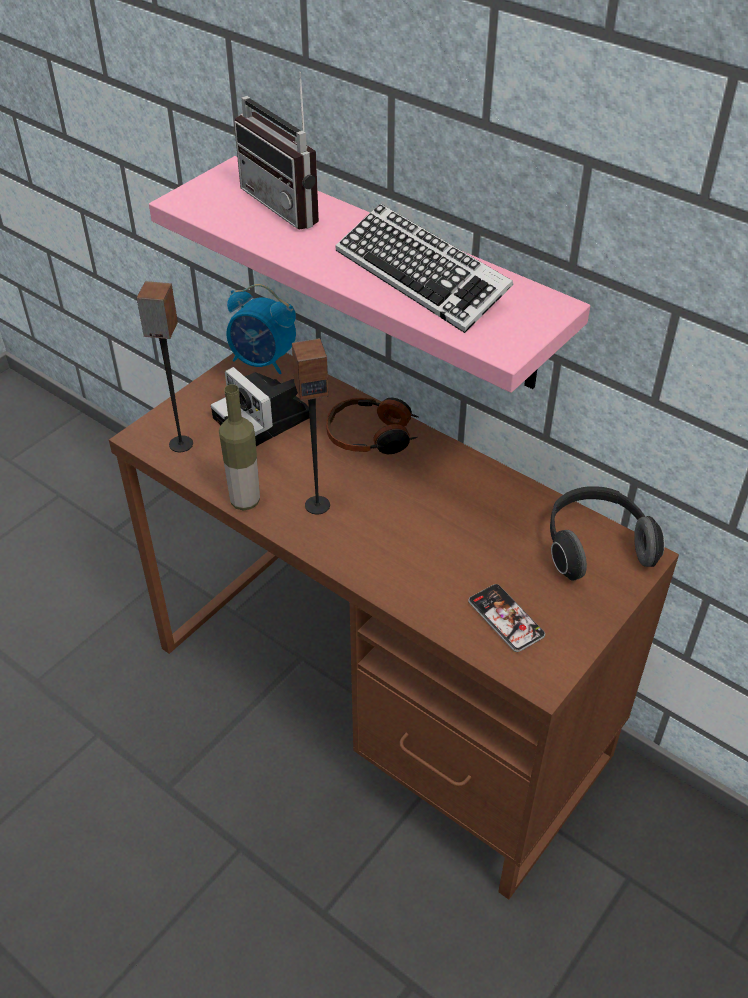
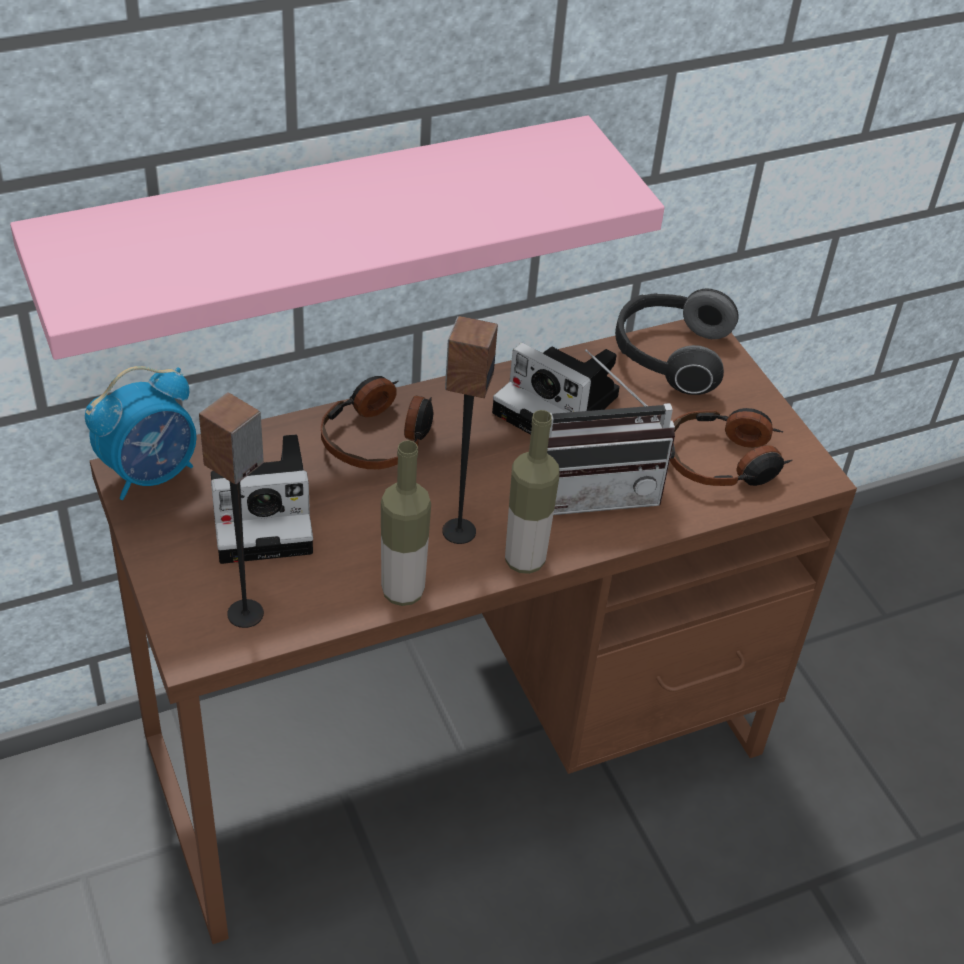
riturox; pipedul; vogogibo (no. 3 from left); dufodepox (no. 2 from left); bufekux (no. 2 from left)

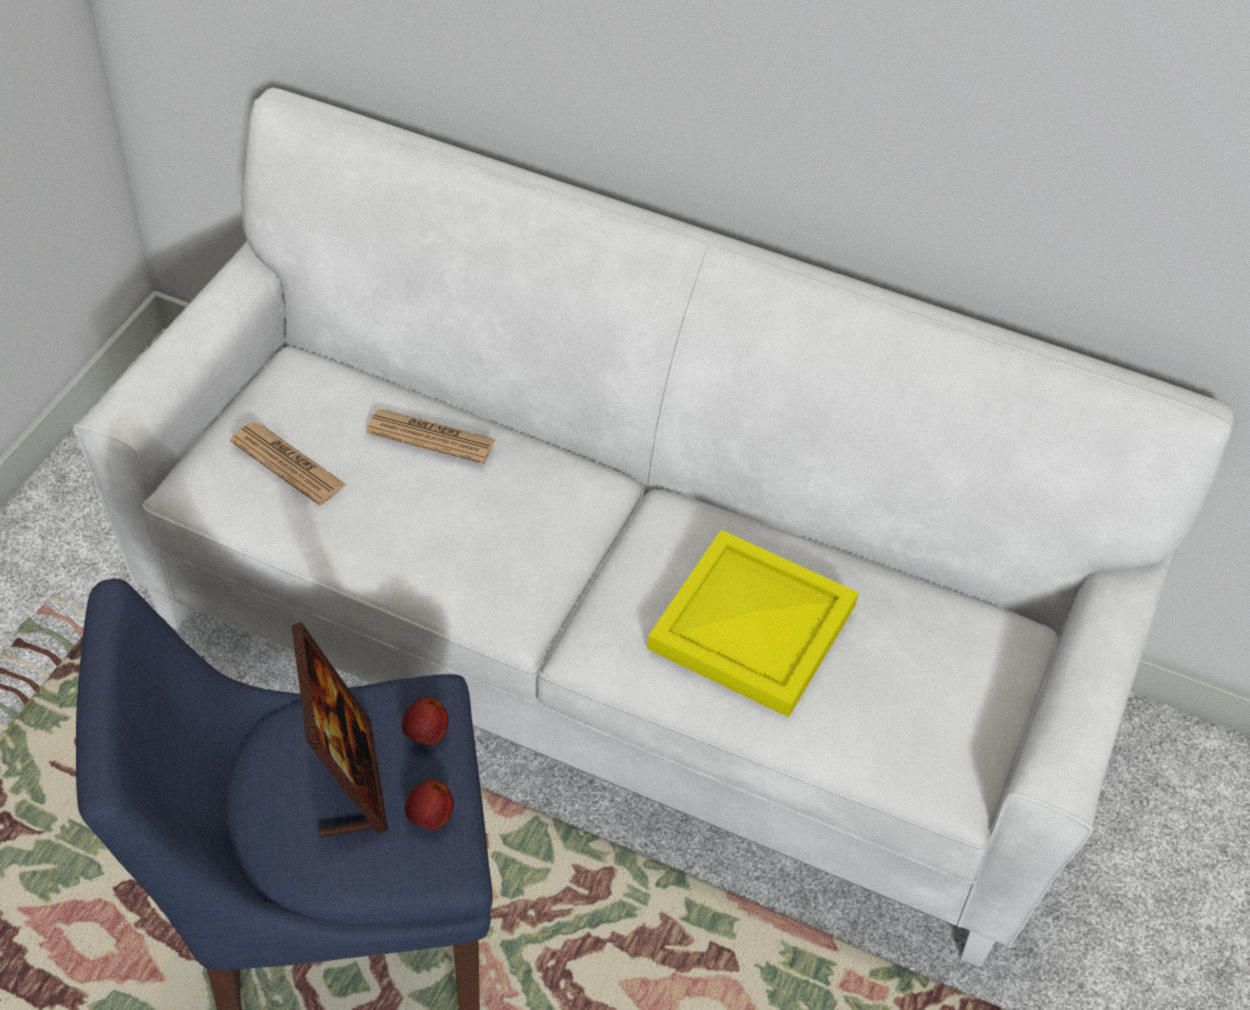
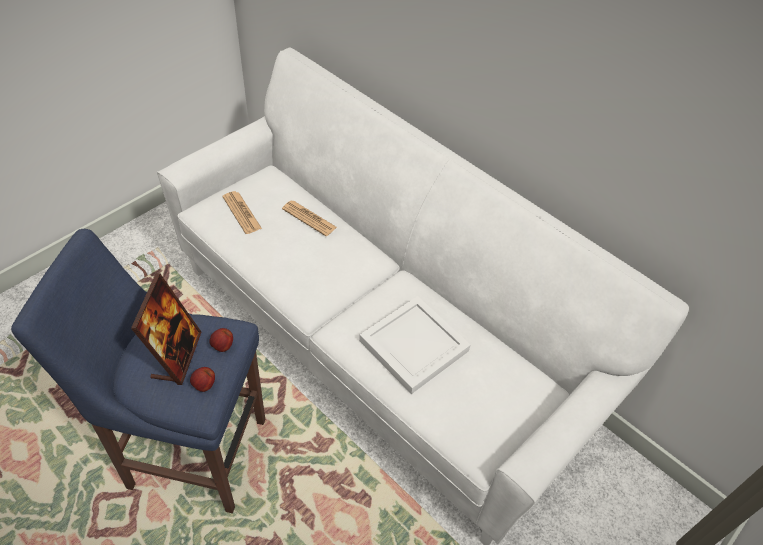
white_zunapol

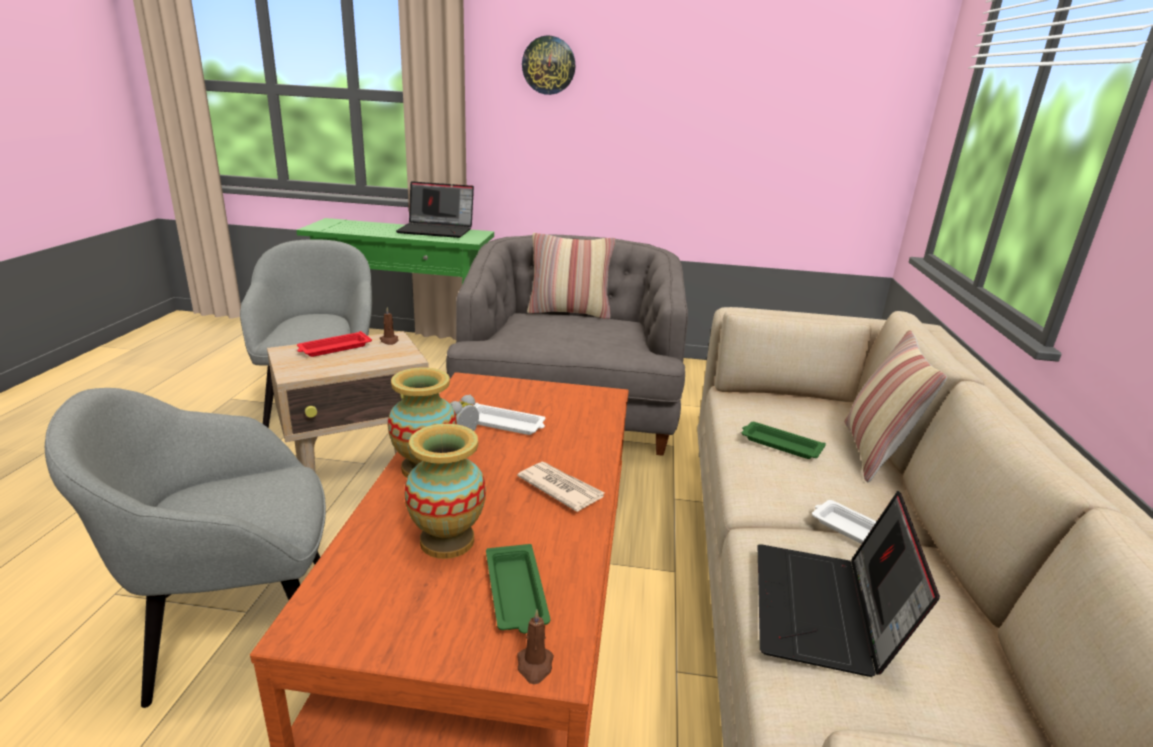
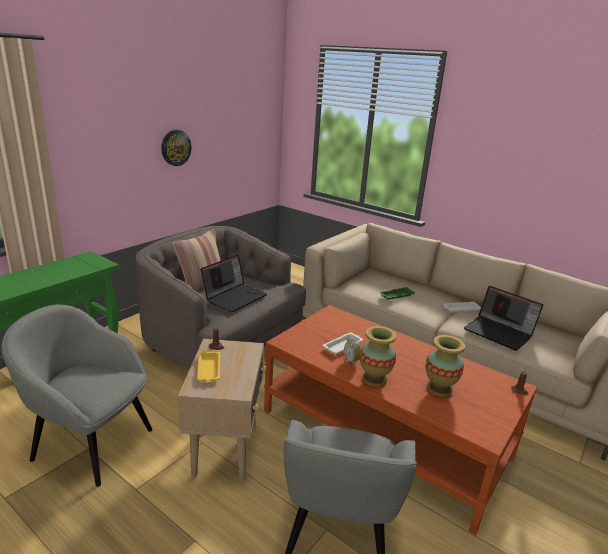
yellow_zunapol; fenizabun (no. 1 from left); green_zunapol (no. 1 from left in the first image); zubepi; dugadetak; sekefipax (no. 2 from left in the first image)

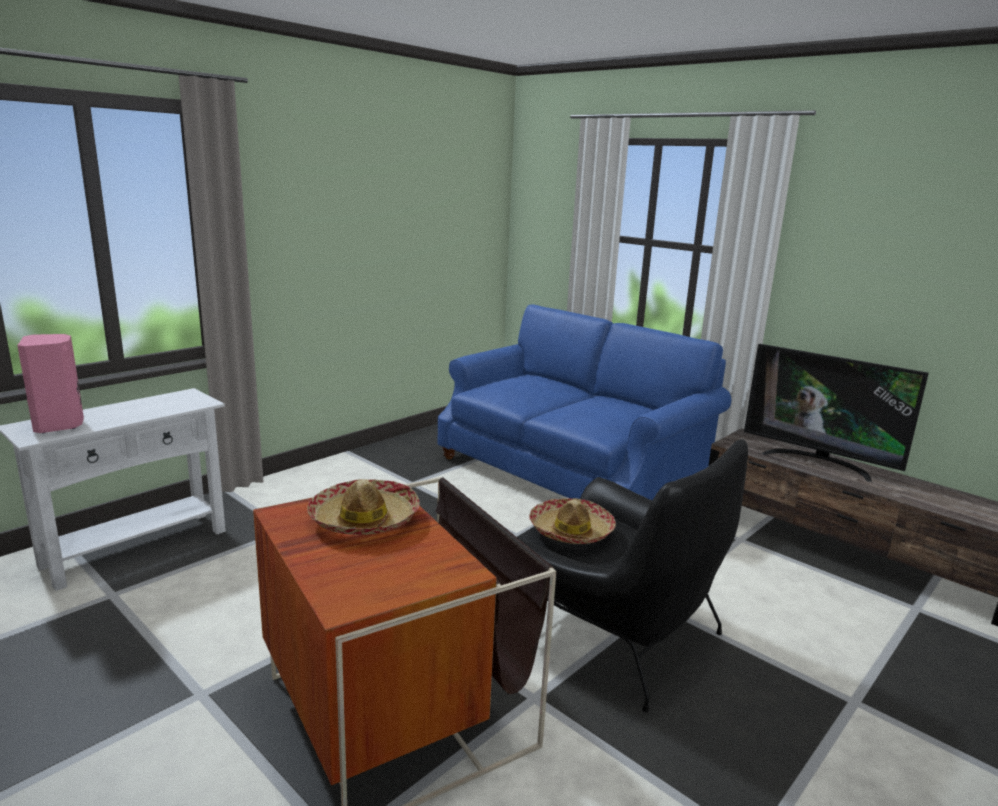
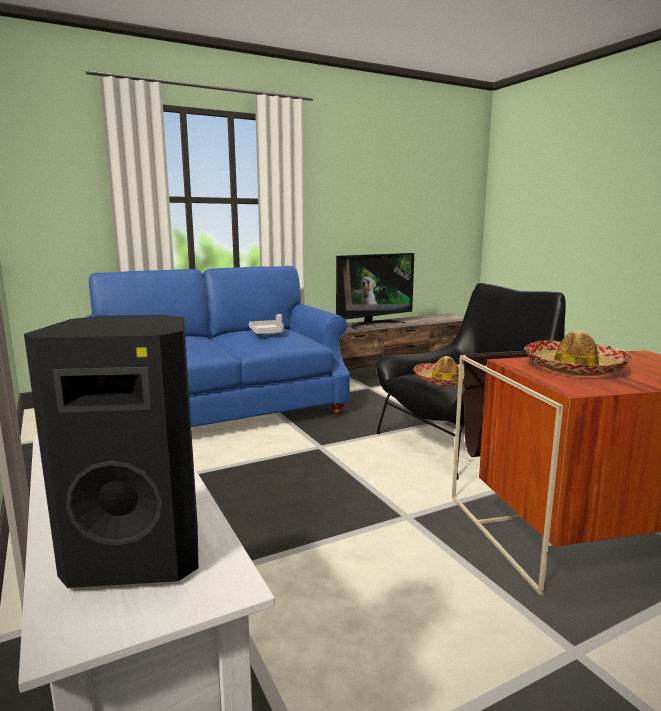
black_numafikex; grey_zunapol

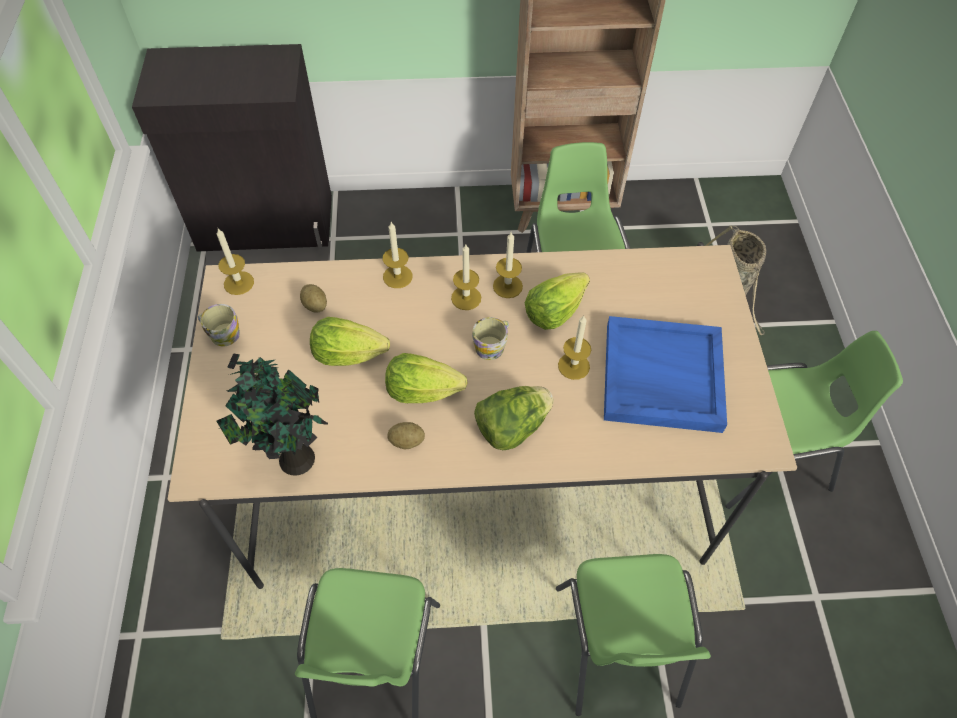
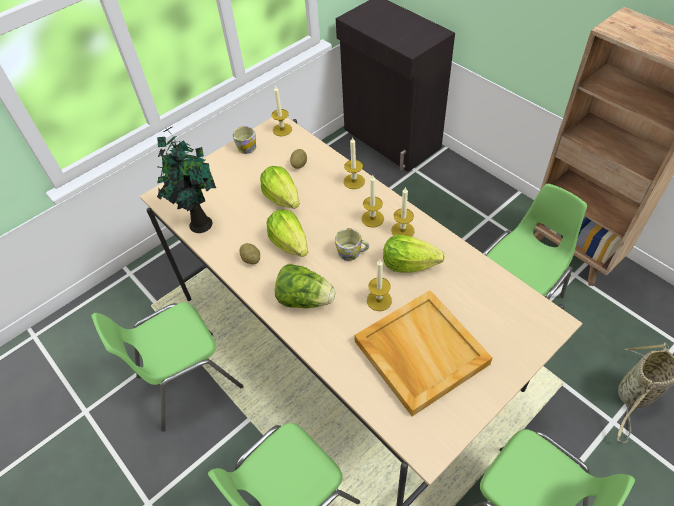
beige_zunapol

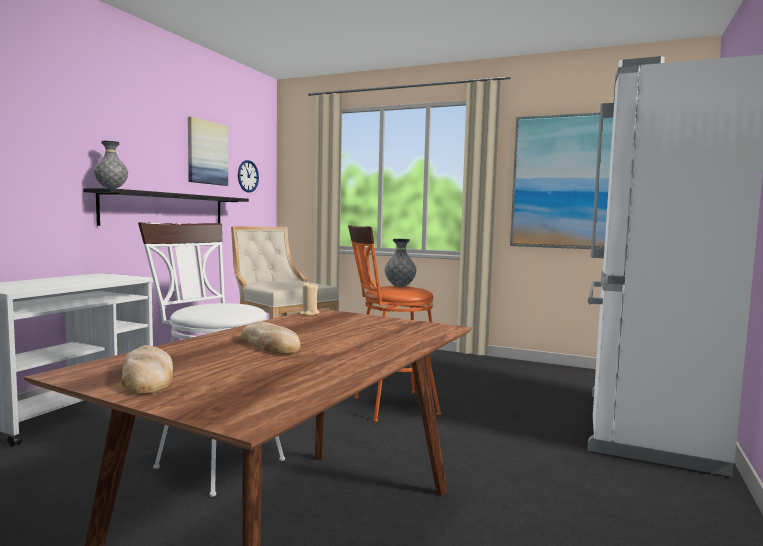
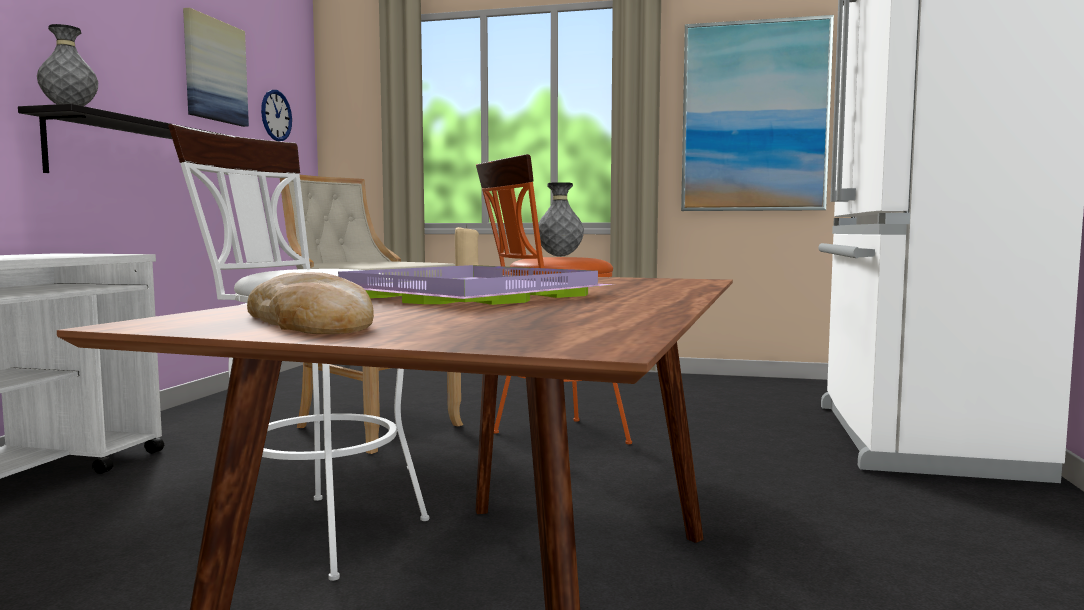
purple_zunapol

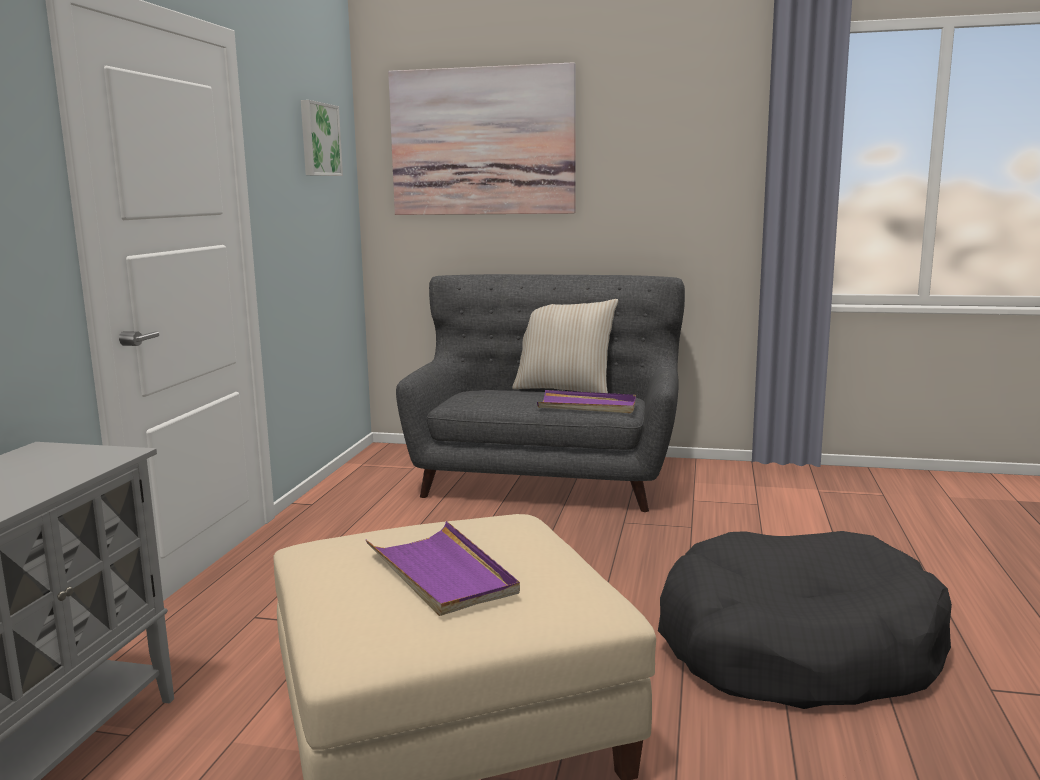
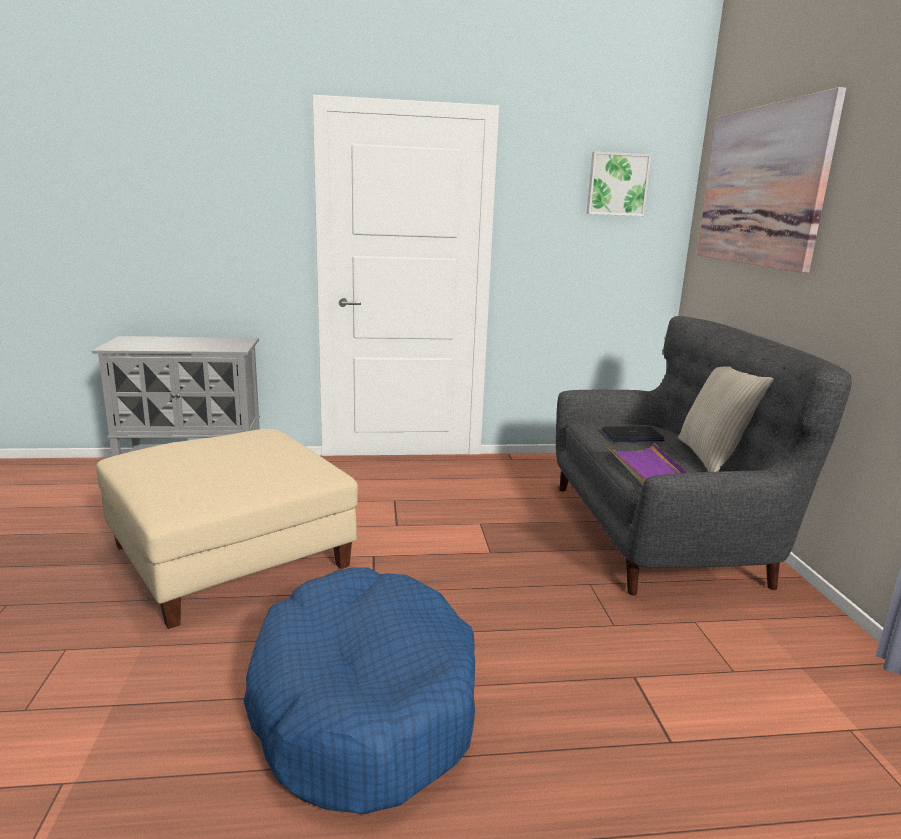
purple_zunapol (no. 1 from left in the first image); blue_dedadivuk; fenizabun

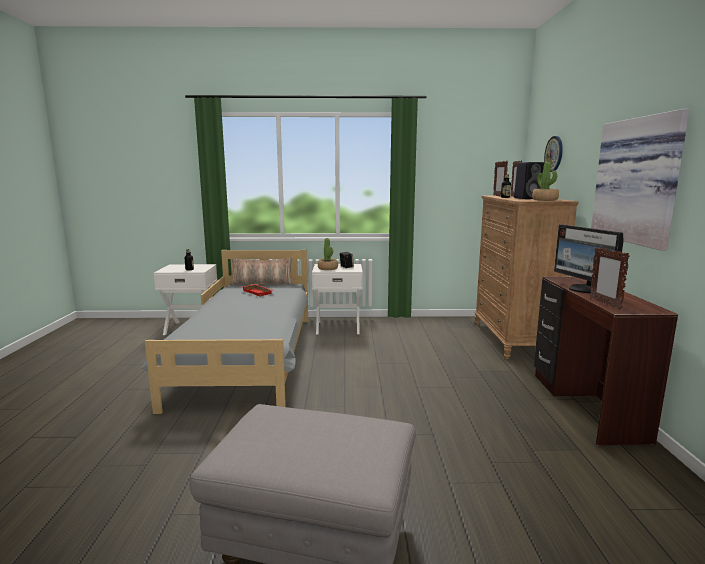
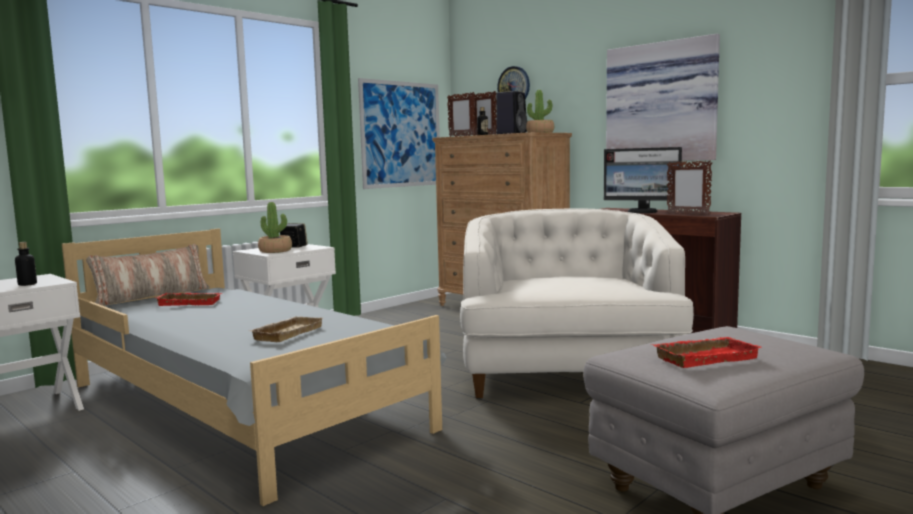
beige_zunapol; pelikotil (no. 1 from left); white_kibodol; red_zunapol (no. 2 from left)

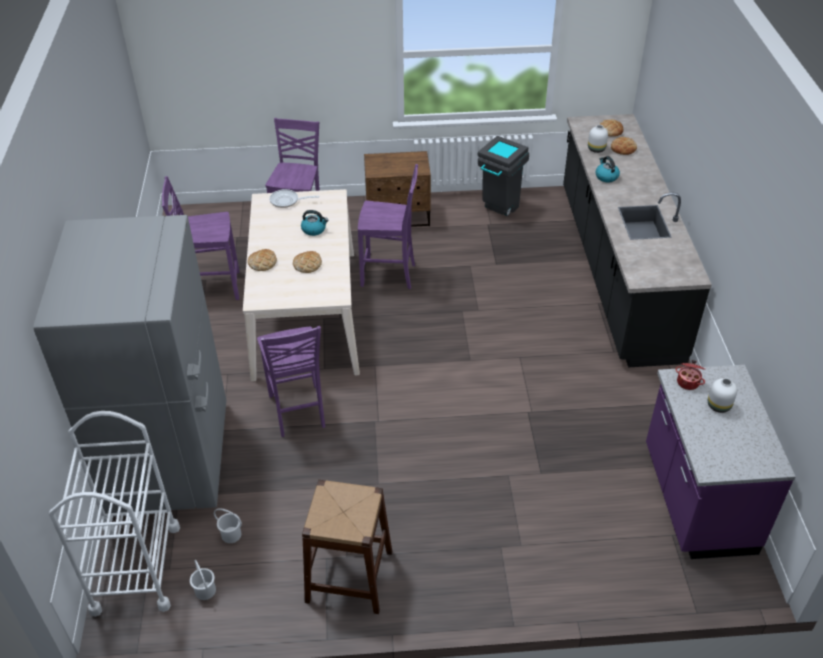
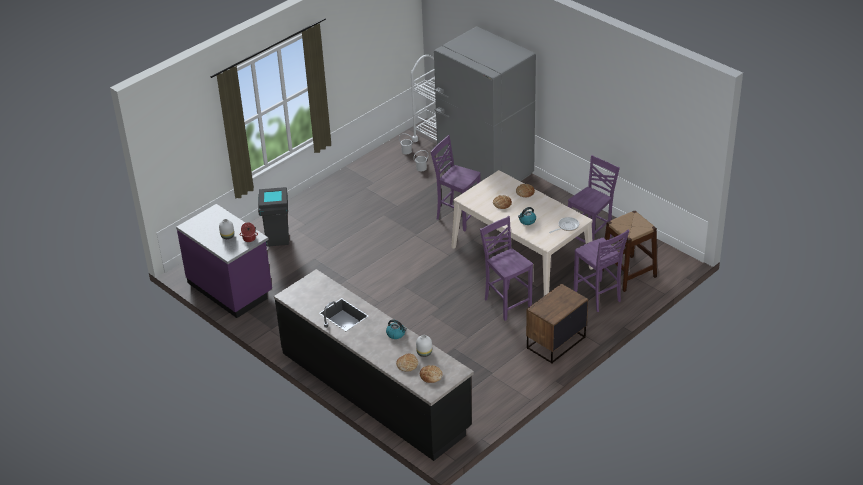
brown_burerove; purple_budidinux (no. 2 from left); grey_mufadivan

